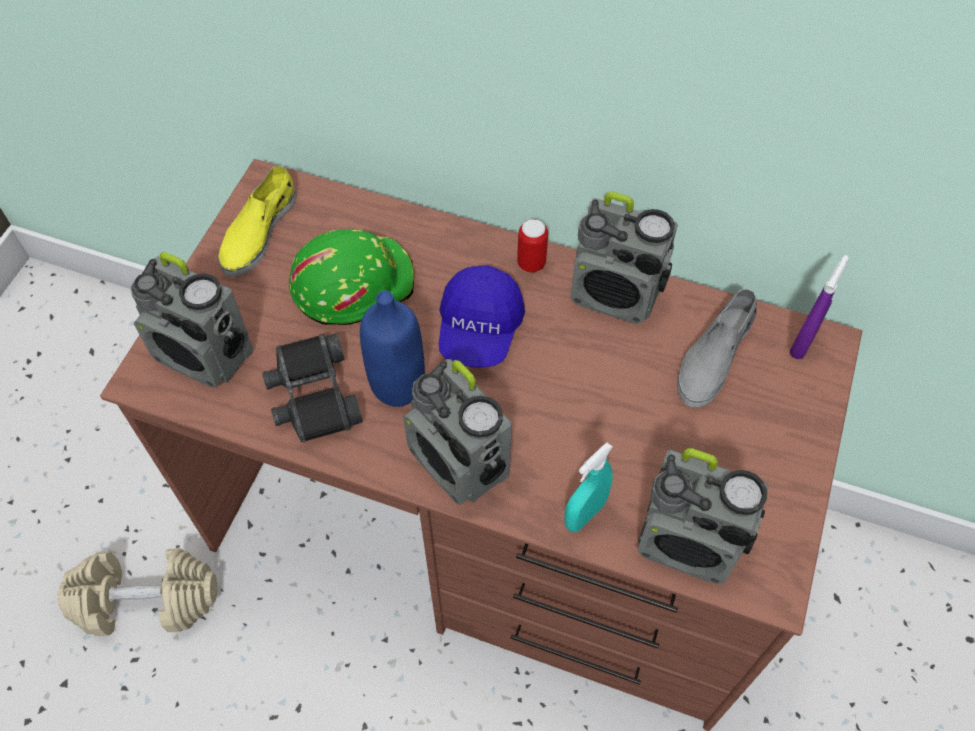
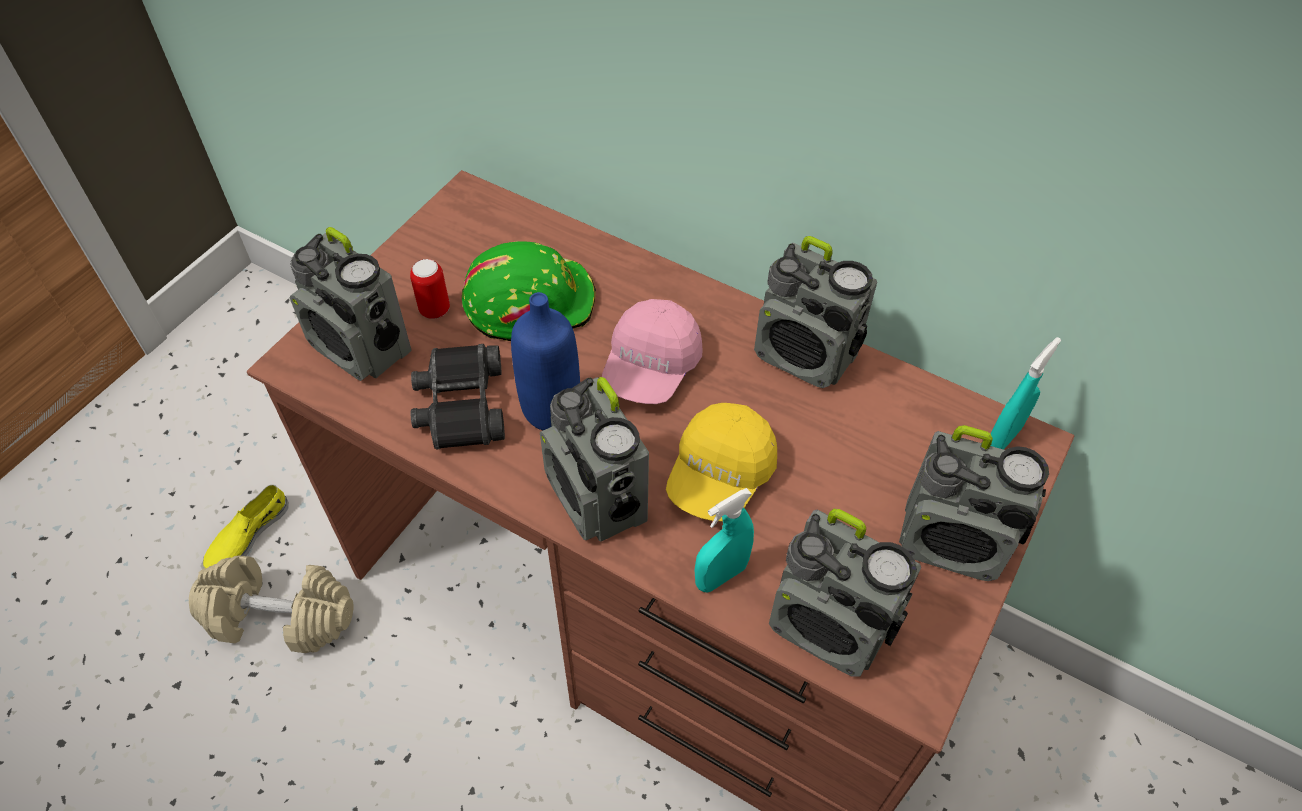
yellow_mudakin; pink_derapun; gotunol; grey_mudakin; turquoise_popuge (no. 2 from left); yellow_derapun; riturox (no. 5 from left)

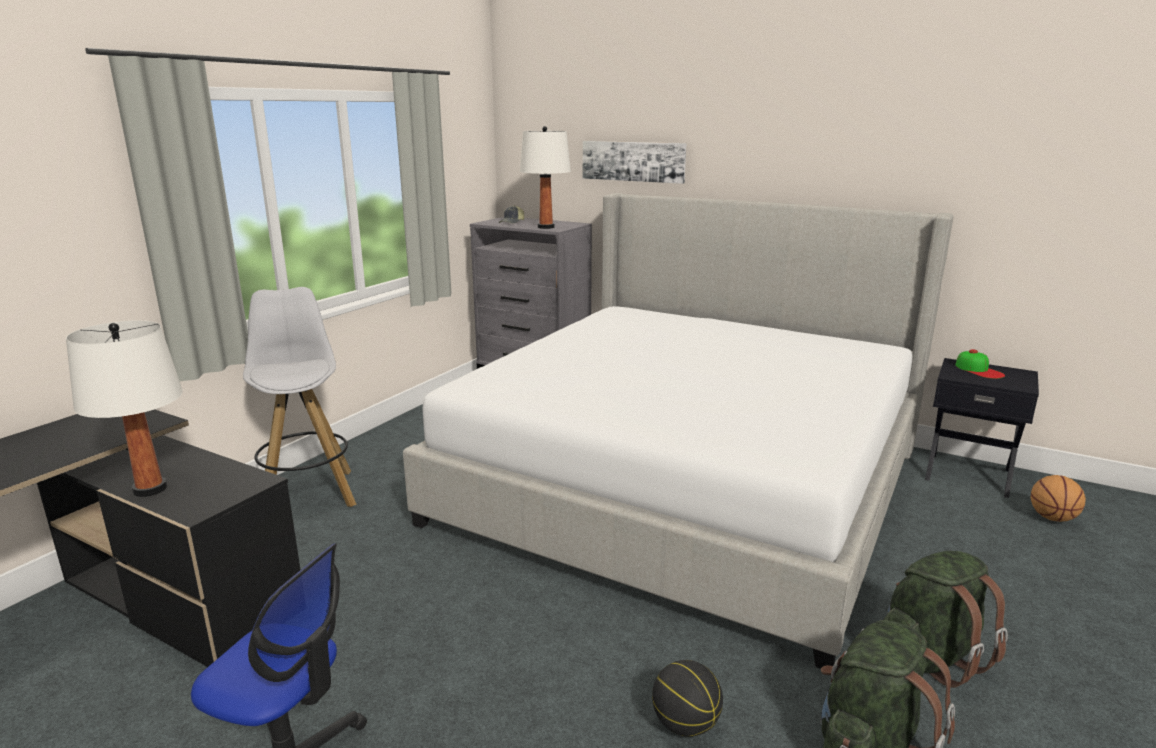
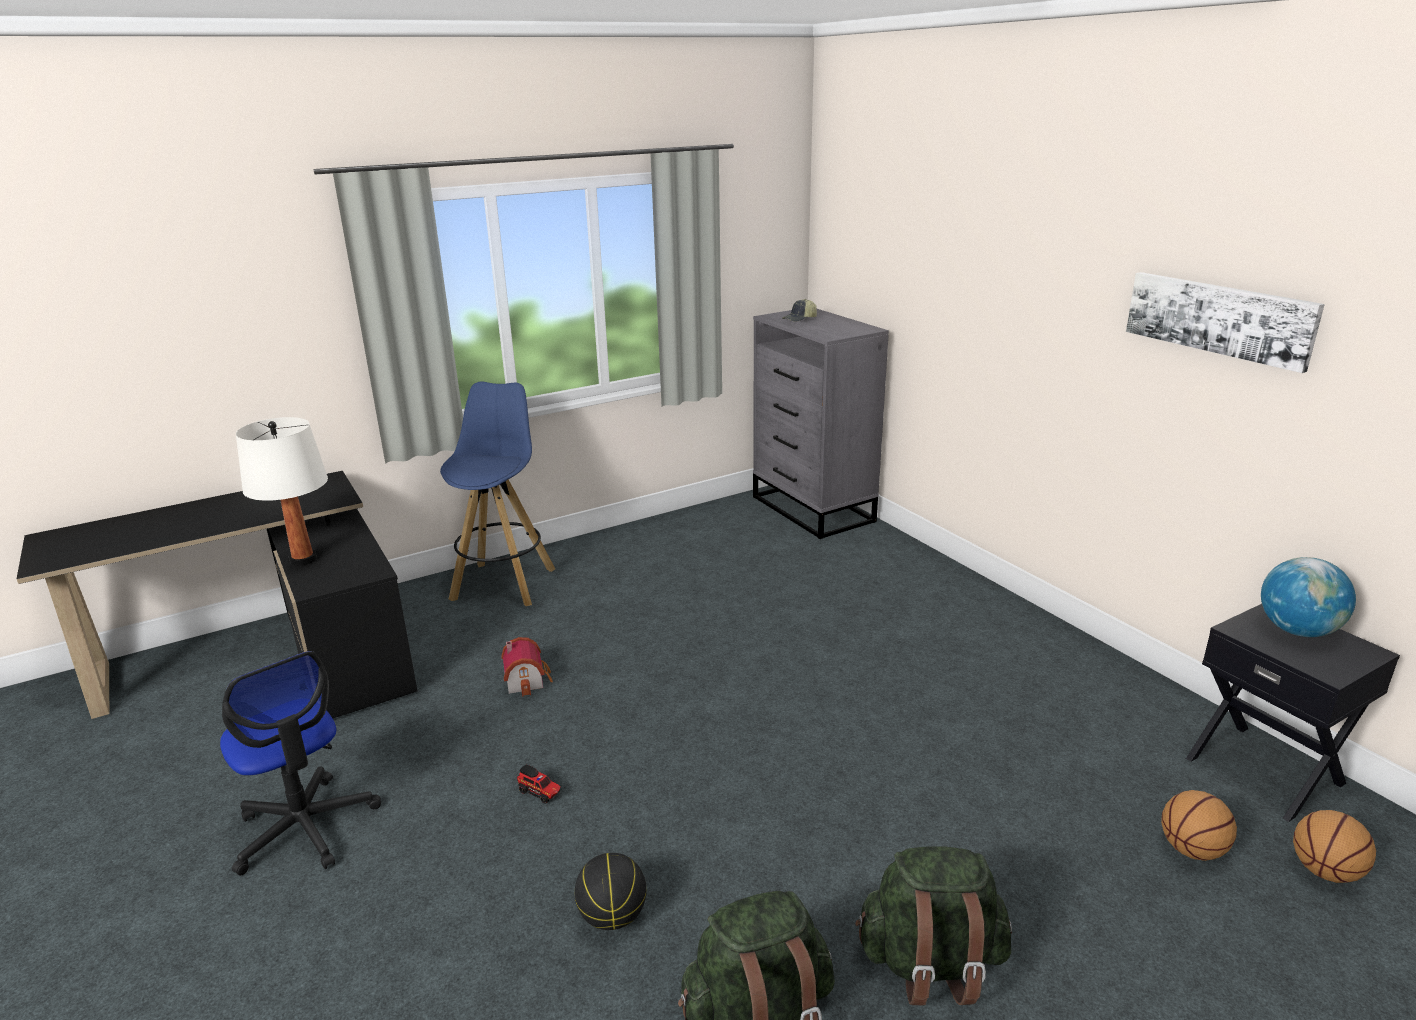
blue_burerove; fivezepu; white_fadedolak (no. 2 from left in the first image); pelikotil; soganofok; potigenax; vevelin; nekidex (no. 2 from left)

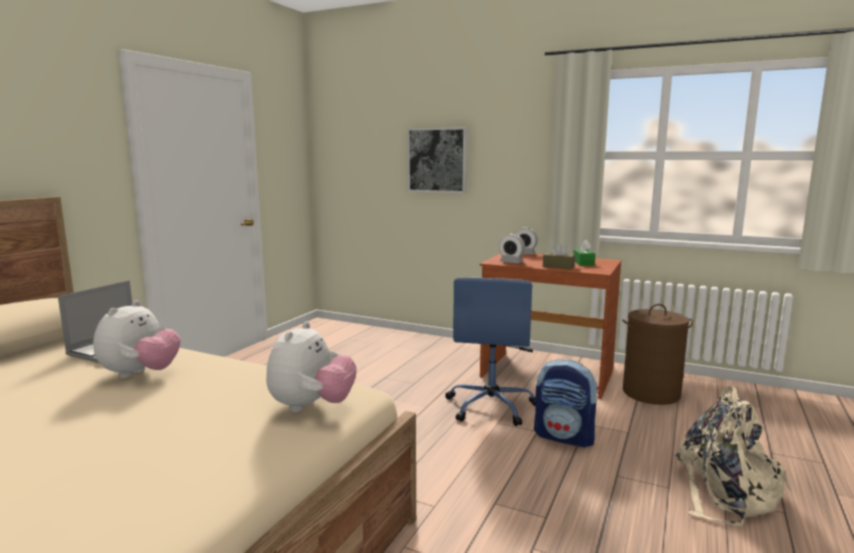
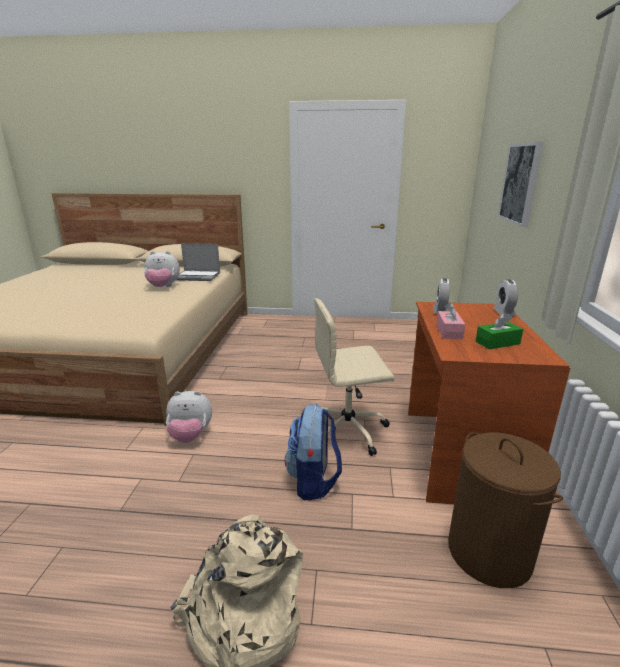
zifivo (no. 2 from left); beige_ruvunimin; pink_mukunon

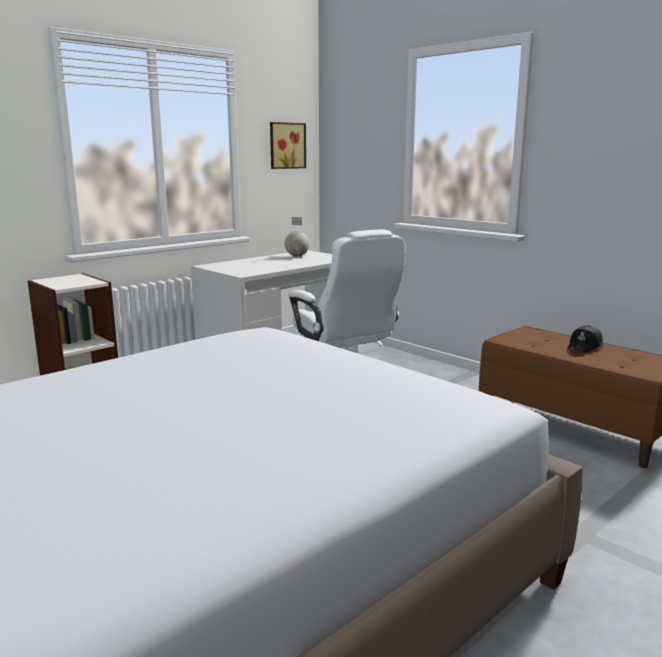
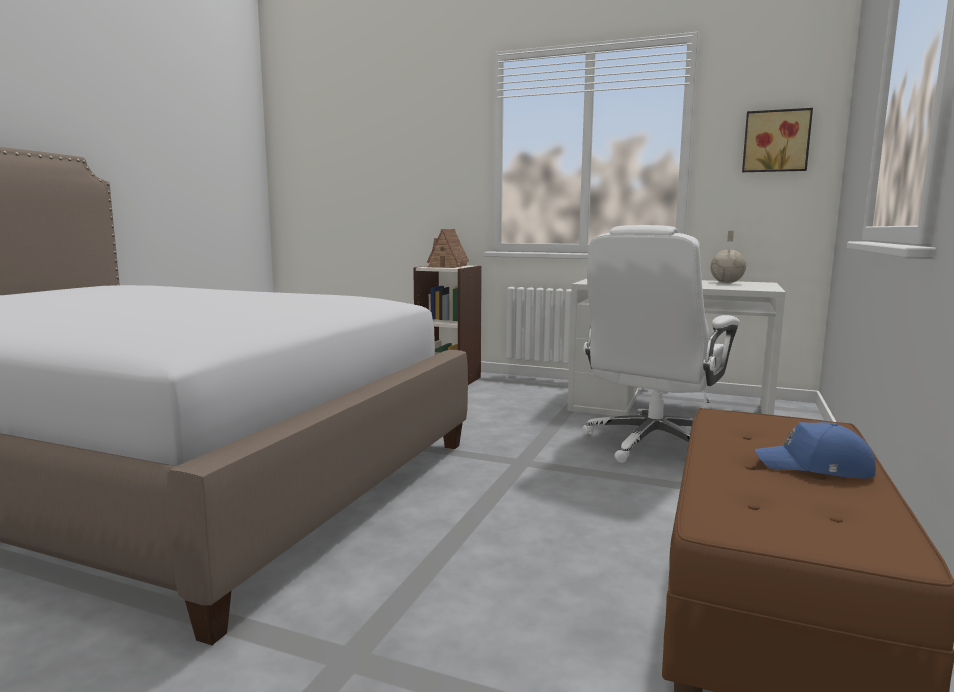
blue_derapun; potigenax

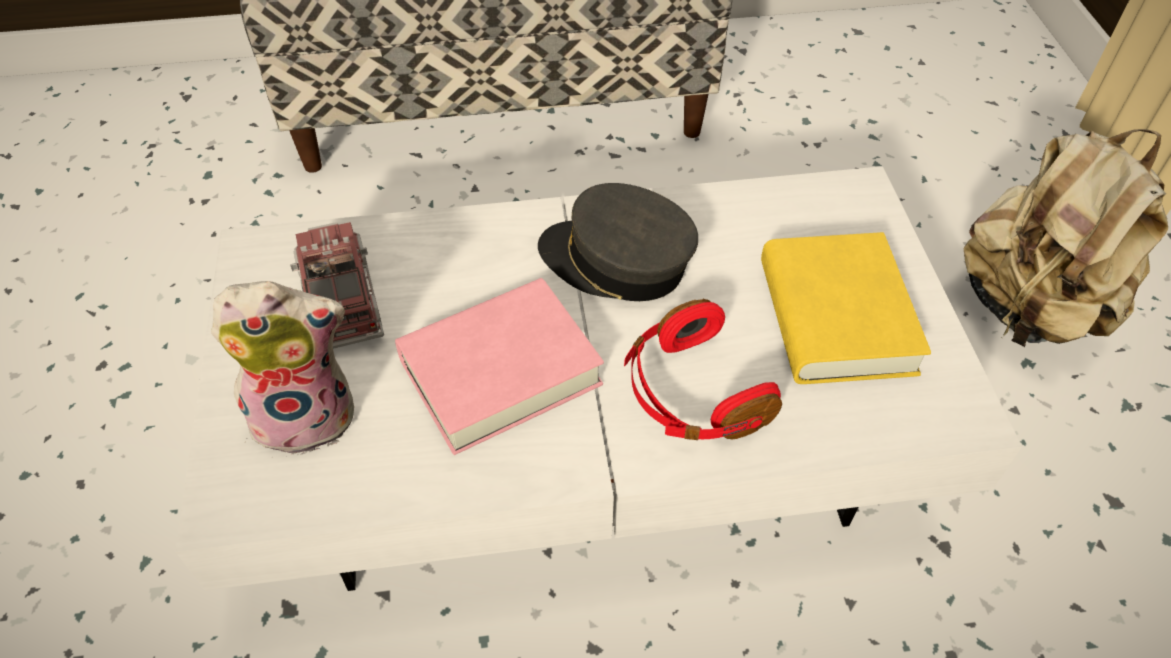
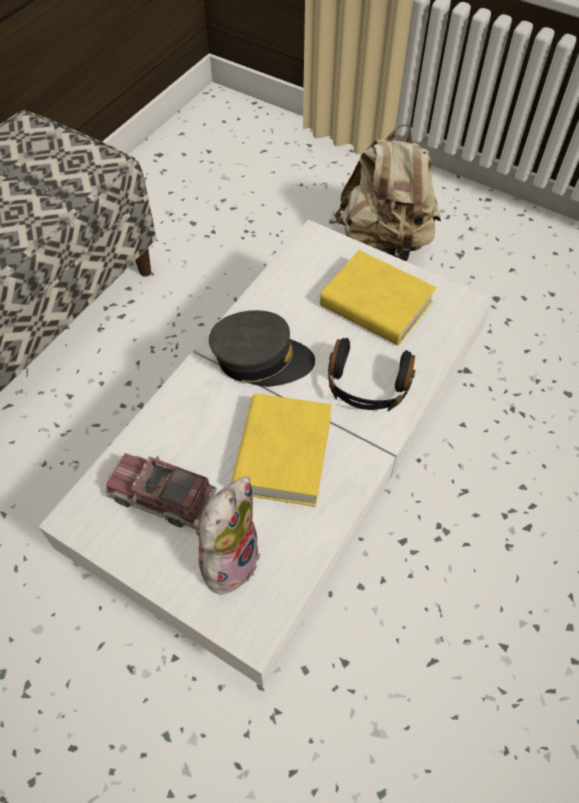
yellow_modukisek (no. 1 from left); grey_derapun; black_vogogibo

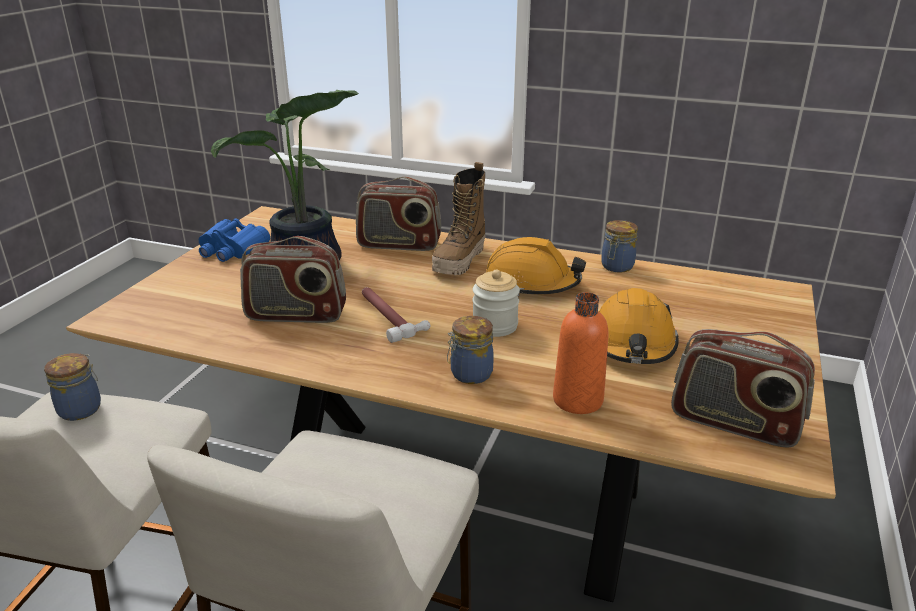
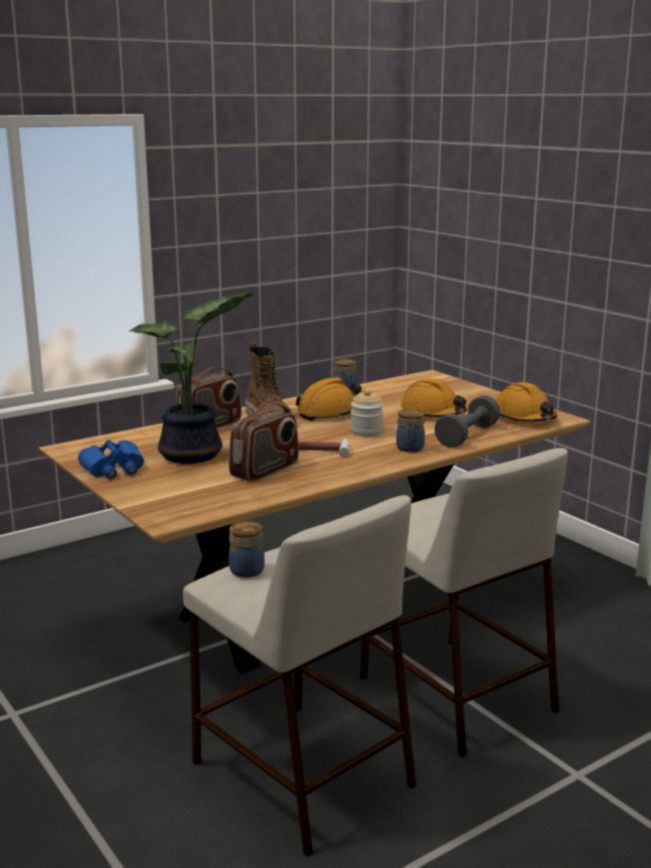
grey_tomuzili; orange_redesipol (no. 3 from left)

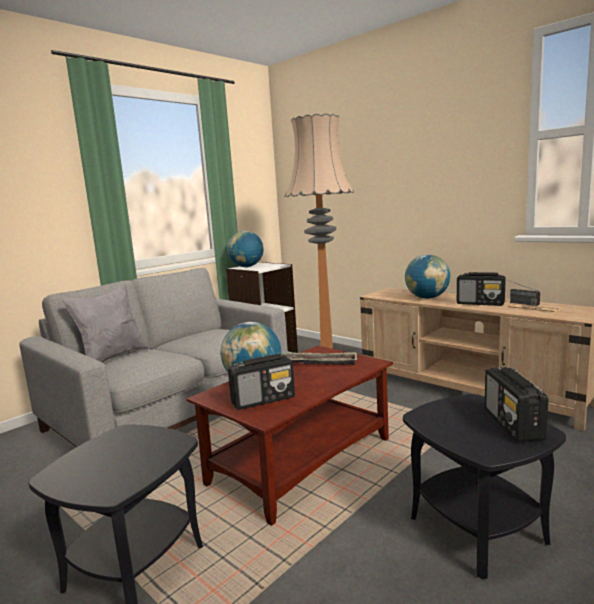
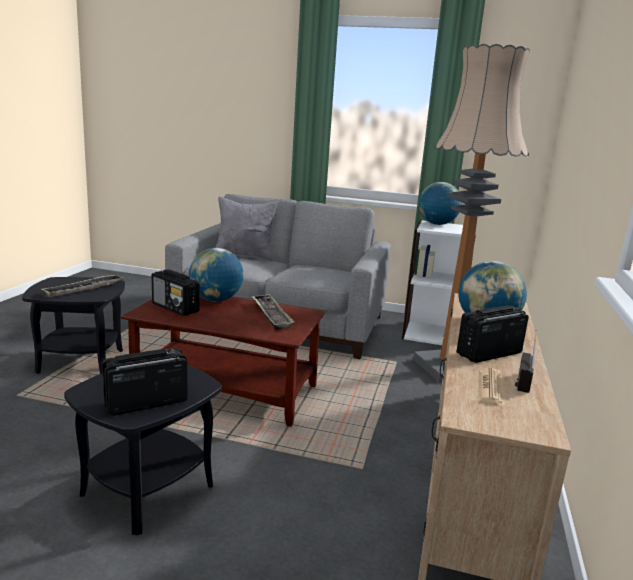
riturox (no. 3 from left); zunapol (no. 1 from left)

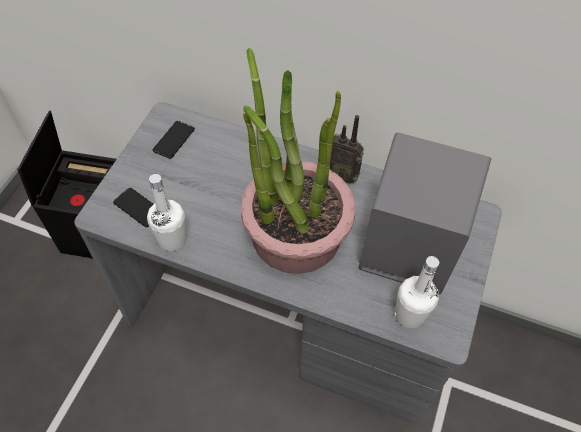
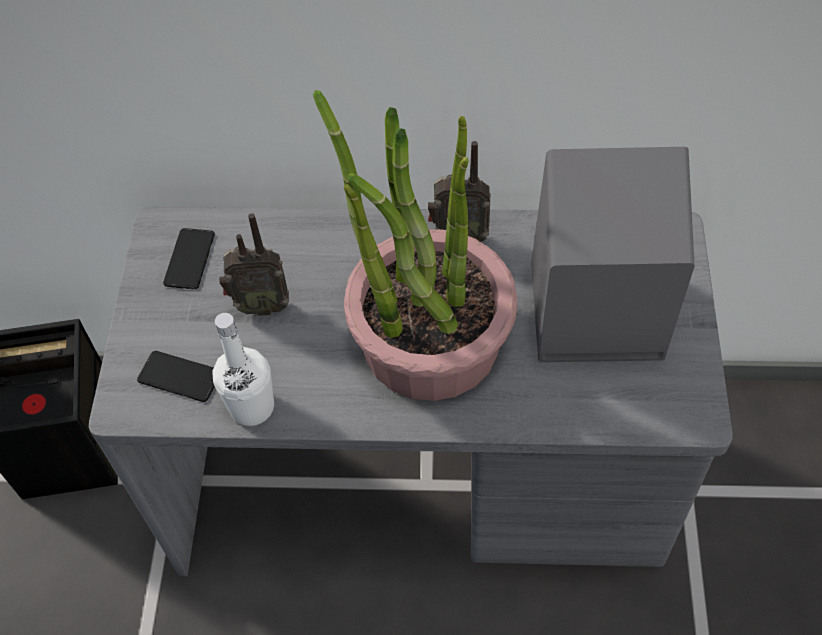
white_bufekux (no. 2 from left in the first image); riturox (no. 1 from left)

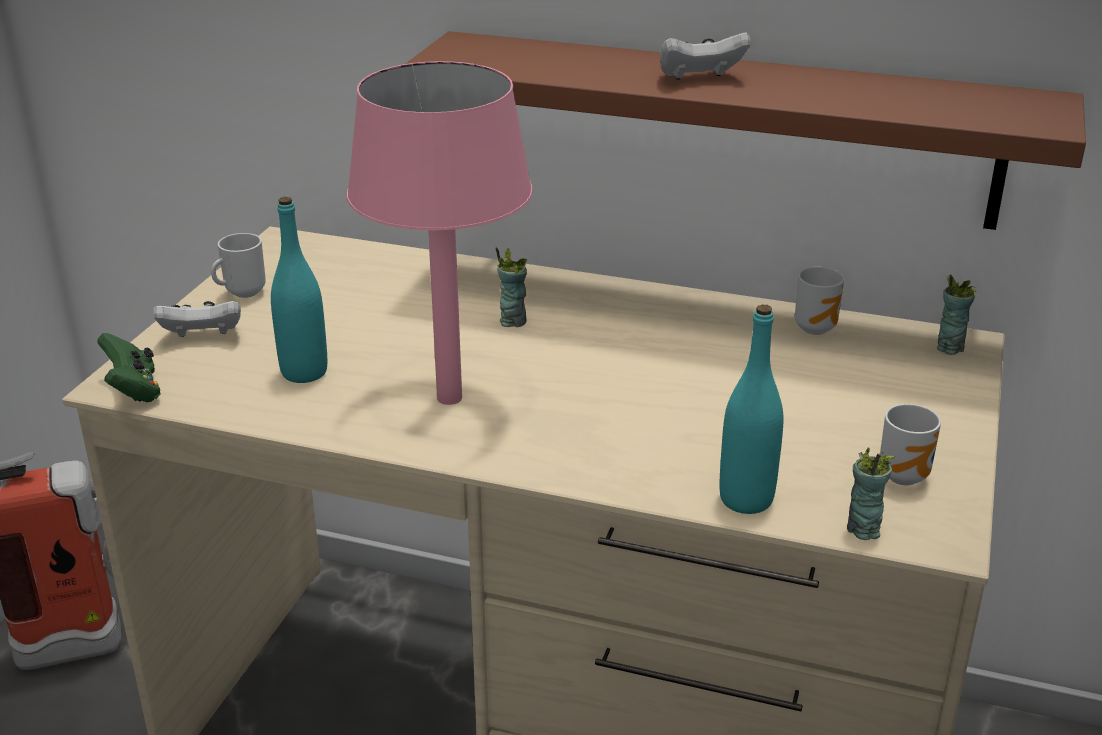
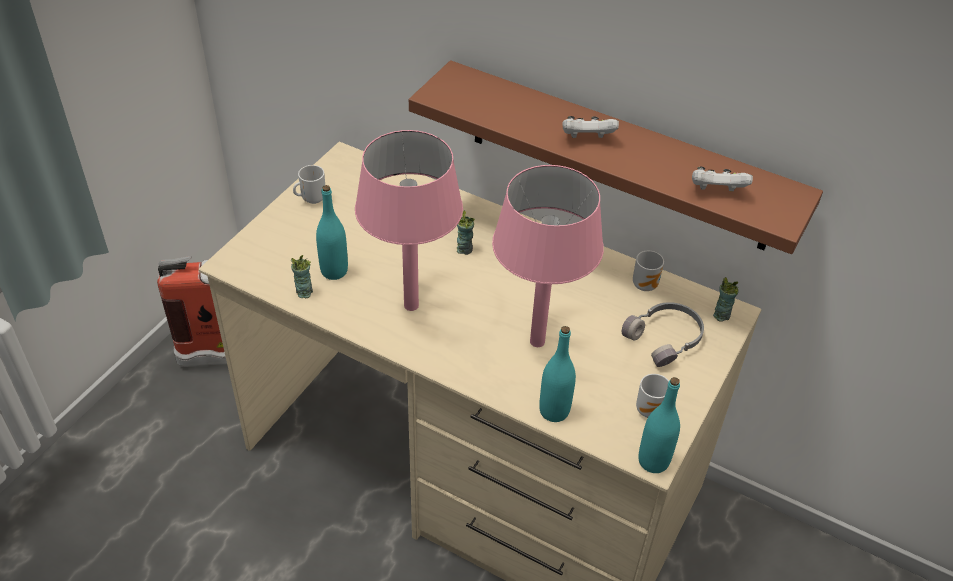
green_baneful; white_baneful (no. 2 from left); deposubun (no. 1 from left); pink_fadedolak (no. 2 from left); grey_vogogibo; turquoise_bufekux (no. 3 from left)

